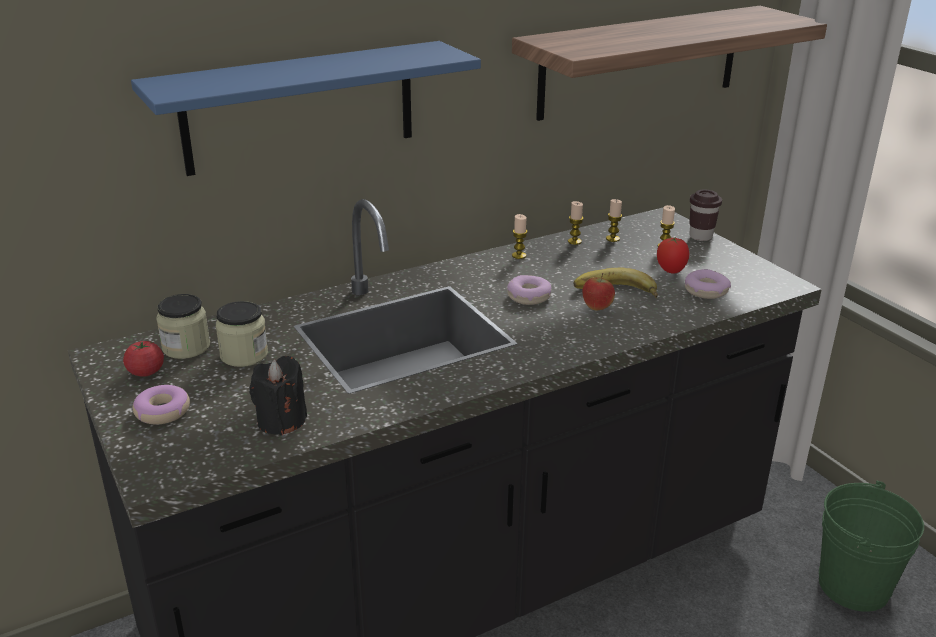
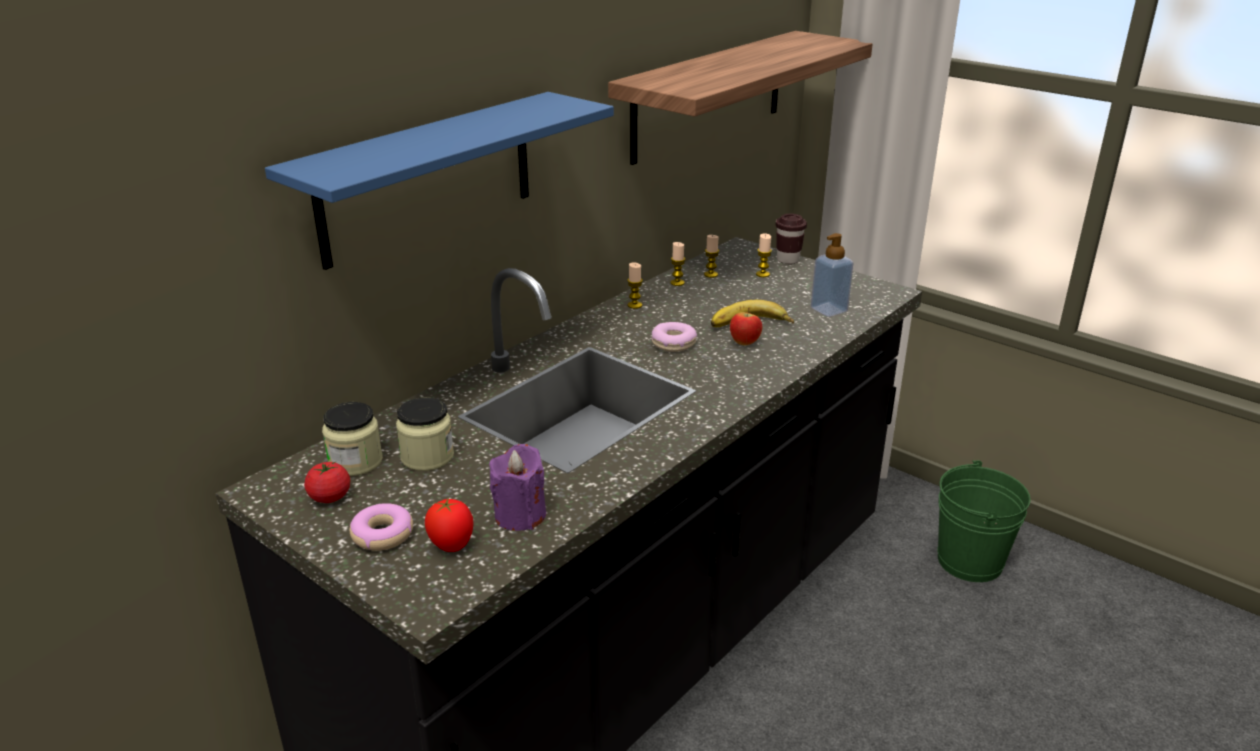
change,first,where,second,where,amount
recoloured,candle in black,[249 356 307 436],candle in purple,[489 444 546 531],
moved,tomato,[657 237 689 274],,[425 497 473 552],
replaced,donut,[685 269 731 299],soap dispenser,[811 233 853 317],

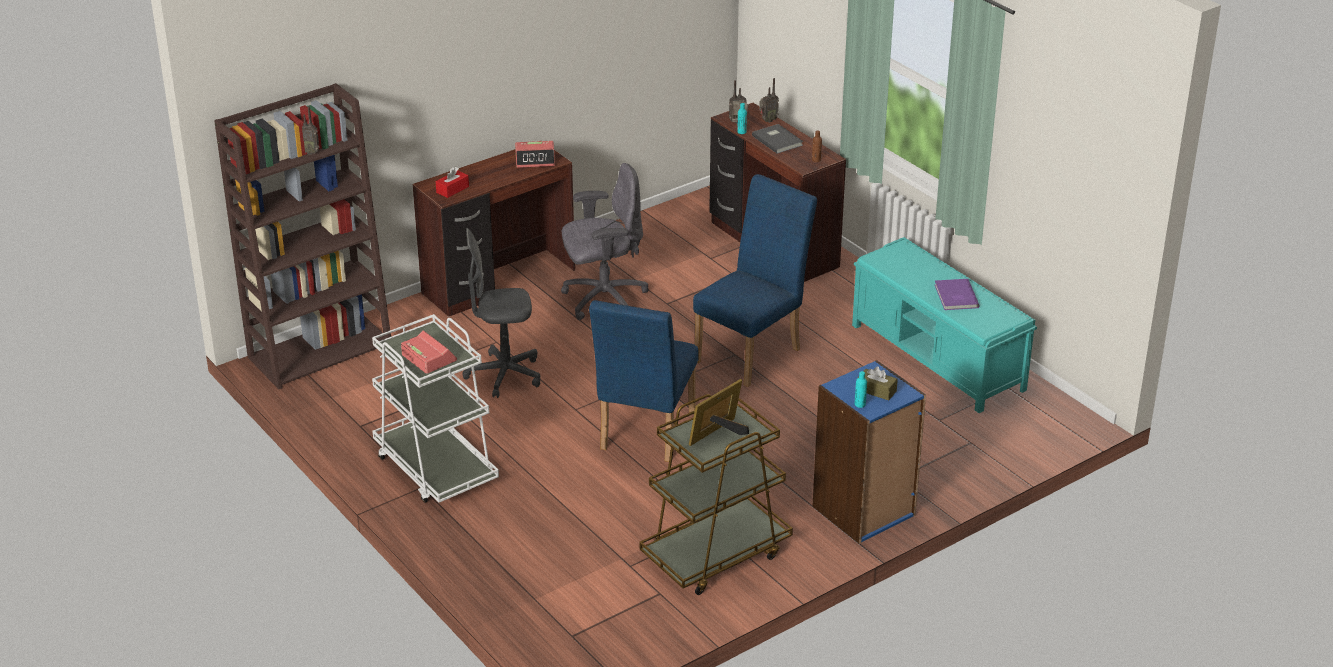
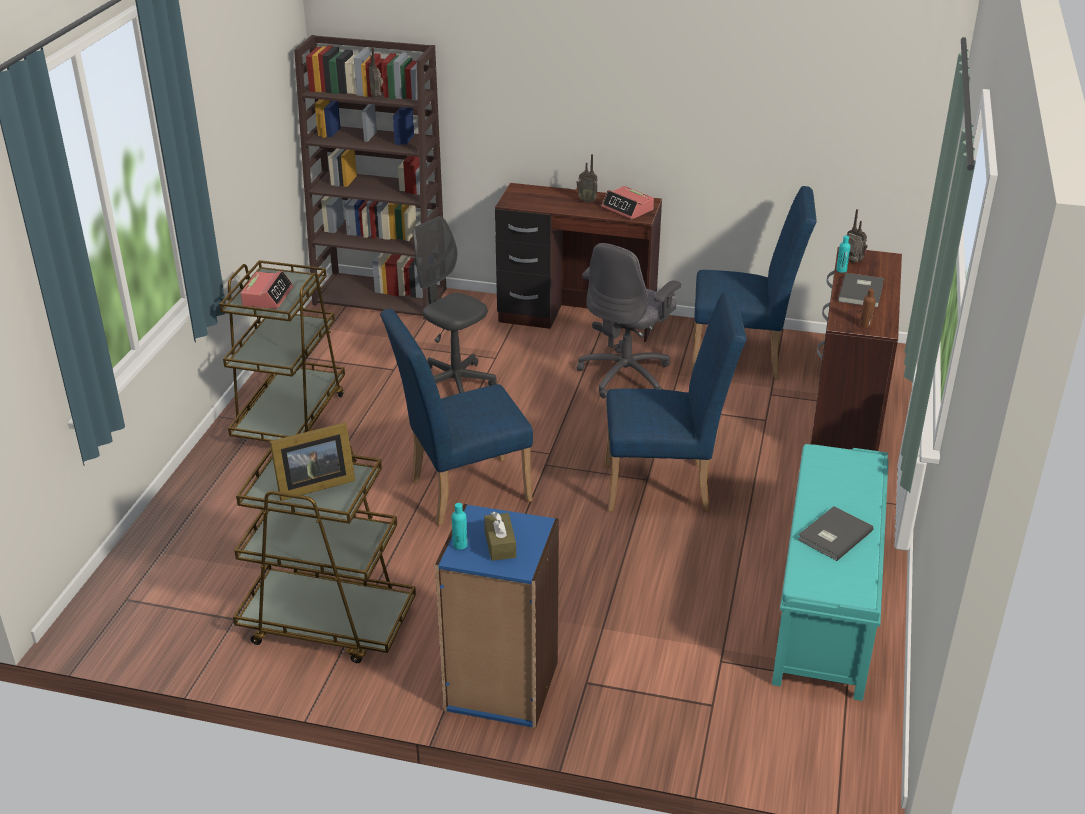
change,first,where,second,where,amount
recoloured,cart in white,[372 314 499 503],cart in brown,[219 260 345 442],
removed,tissue box in red,[436 167 469 198],,,
turned,office chair in grey,[561 163 649 320],,[577 243 681 398],90 degrees clockwise
turned,picture frame,[689 379 749 446],,[270 422 355 501],150 degrees clockwise
moved,radio,[759 78 779 123],,[576 154 598 203],
recoloured,book in purple,[934 279 979 310],book in grey,[798 506 873 561],
added,,,chair in blue,[691 186 817 380],

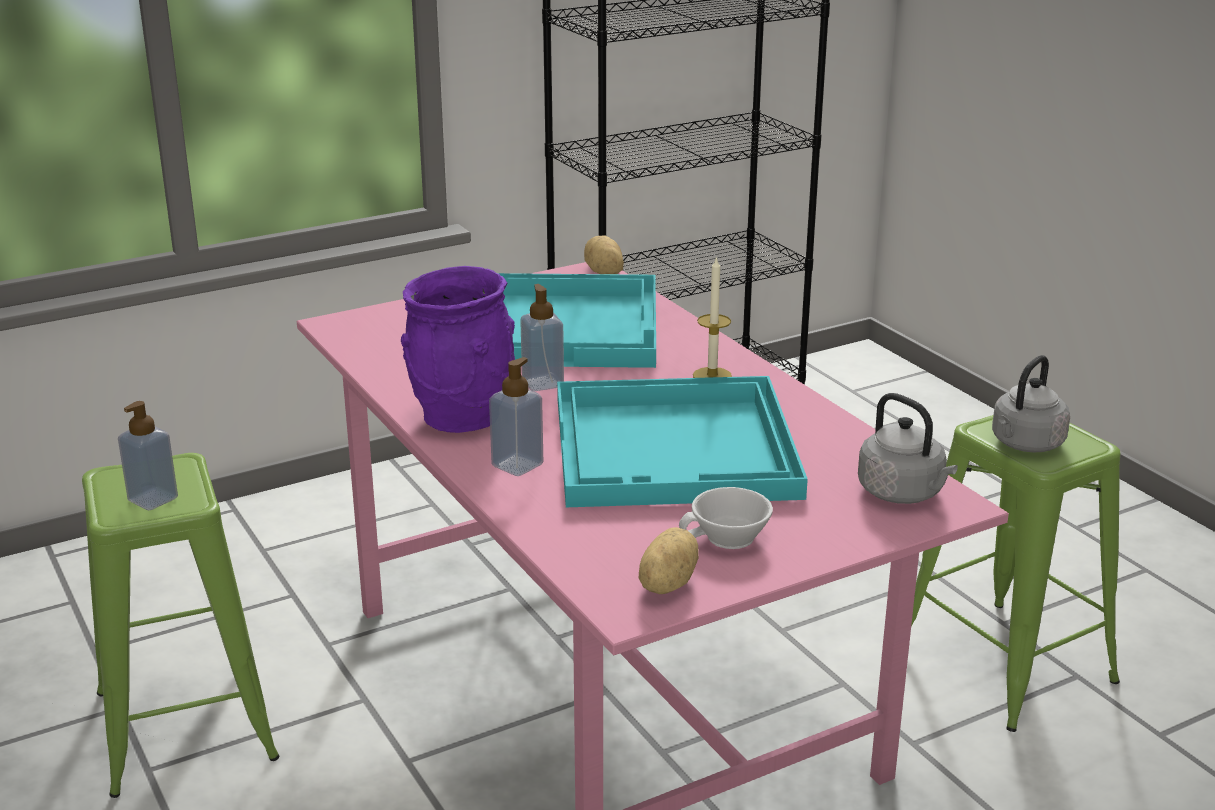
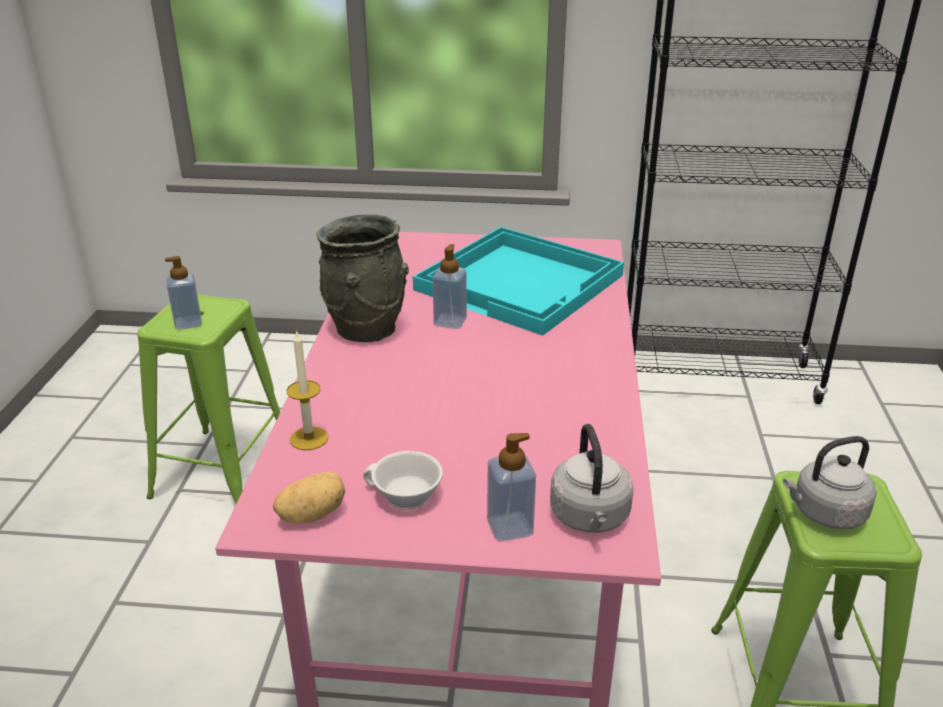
change,first,where,second,where,amount
recoloured,vase in purple,[401 266 515 433],vase in grey,[316 214 409 342],
moved,soap dispenser,[489 357 543 476],,[487 433 536 542],
removed,tray in turquoise,[557 376 808 507],,,
removed,potato,[584 235 624 274],,,
moved,candle,[693 256 732 378],,[287 330 329 450],

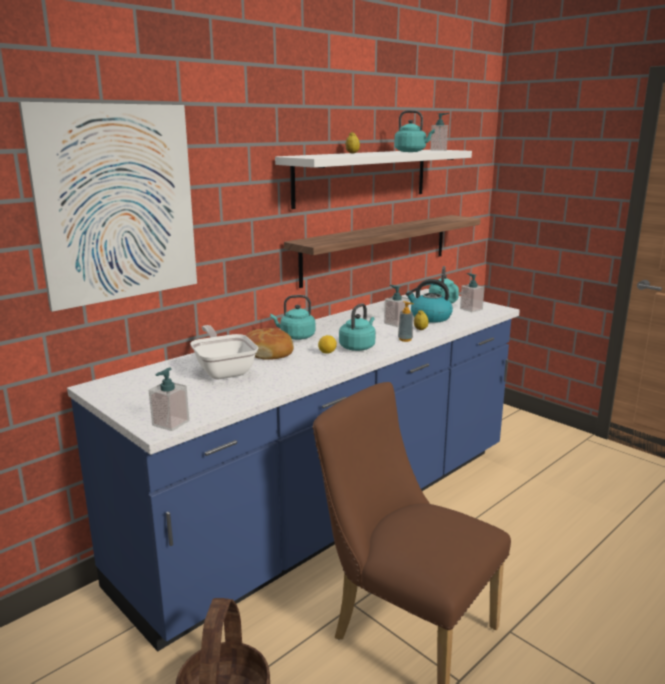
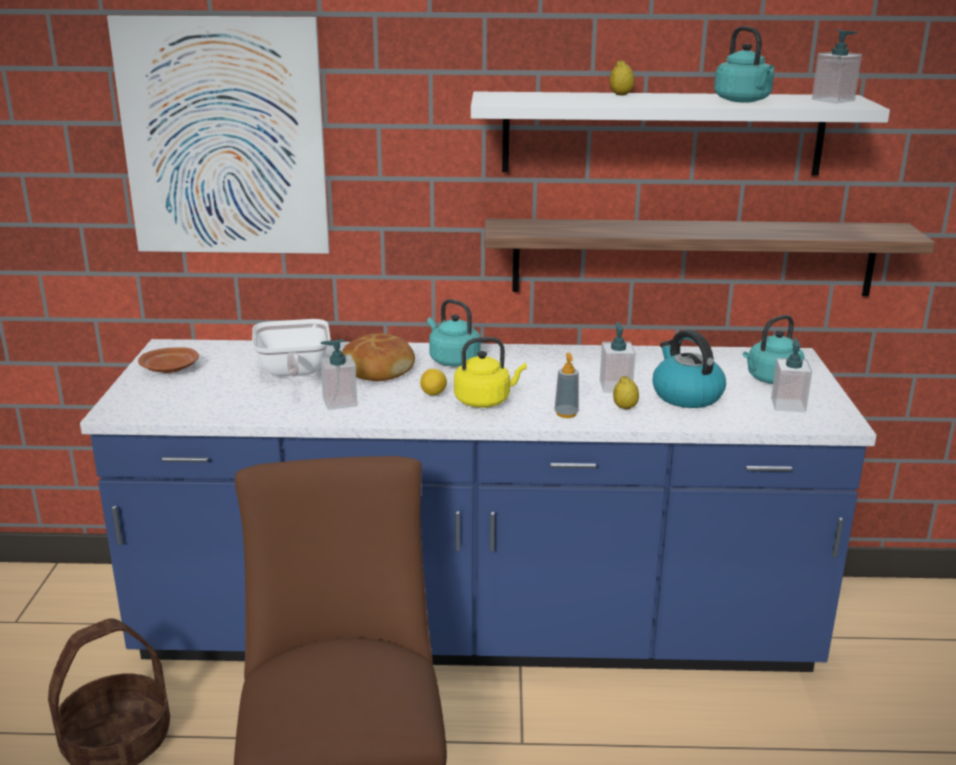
change,first,where,second,where,amount
moved,soap dispenser,[149 368 189 431],,[320 339 357 410],
turned,frying pan,[190 325 258 379],,[252 319 331 377],150 degrees clockwise
recoloured,kettle in turquoise,[339 303 376 351],kettle in yellow,[454 337 527 408],
added,,,plate in brown,[138 347 199 373],

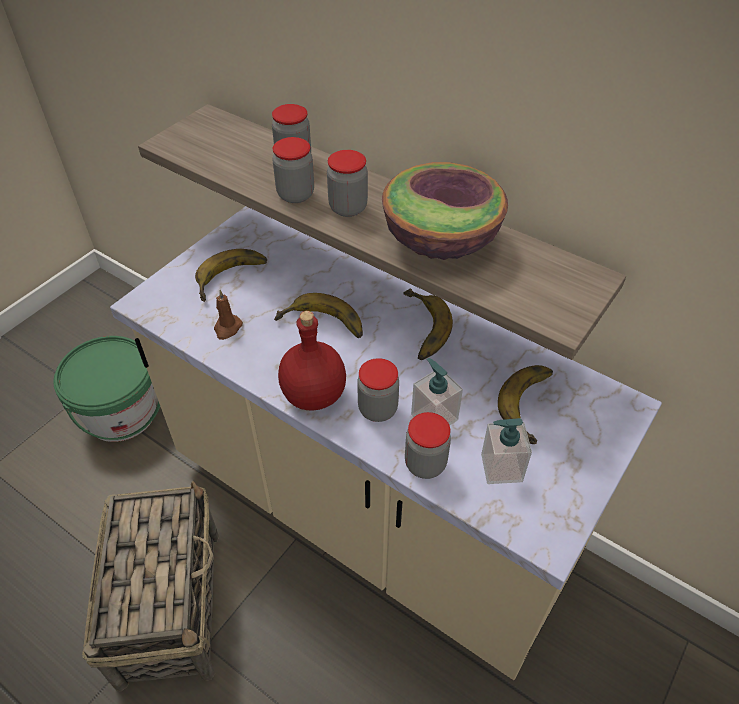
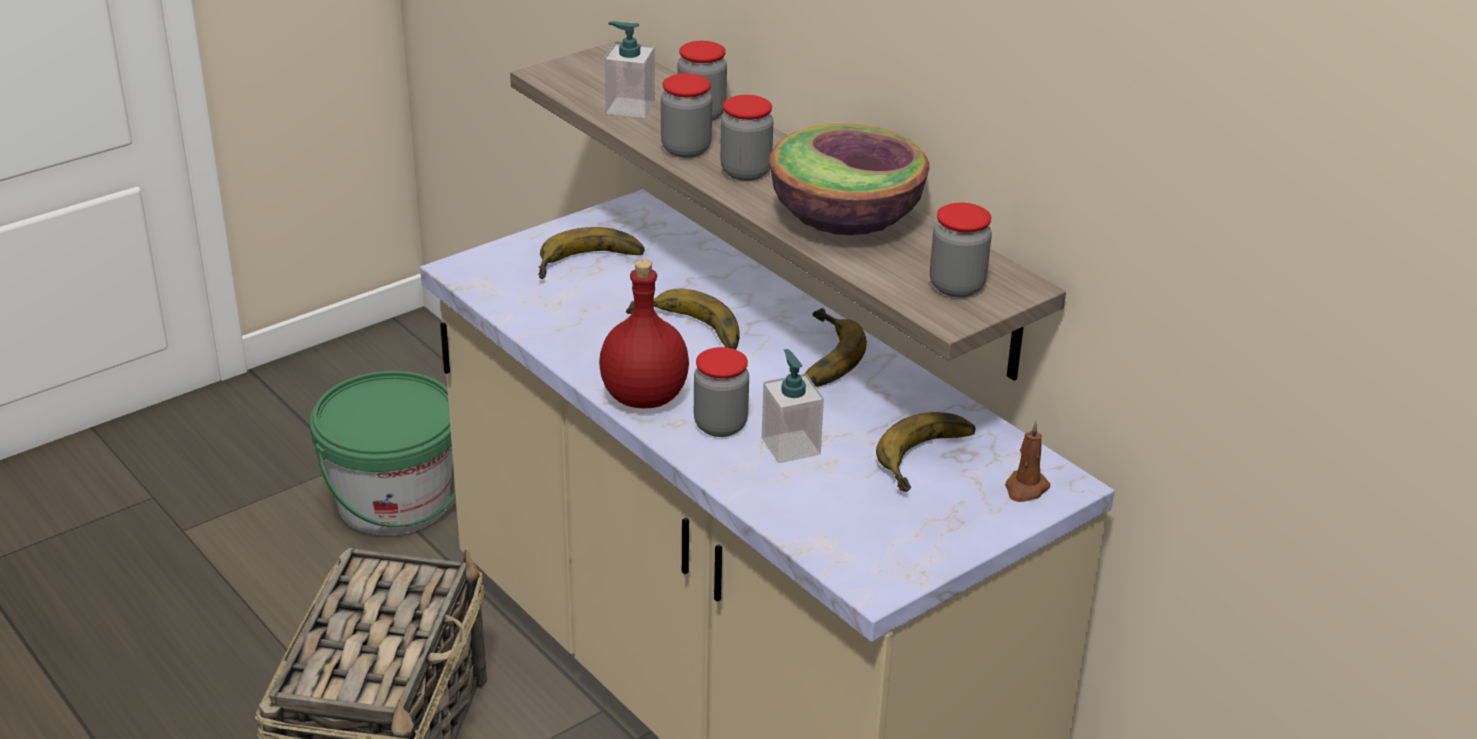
change,first,where,second,where,amount
moved,candle in brown,[214 290 243 340],,[1005 420 1050 502],
moved,jar,[405 412 451 479],,[930 203 992 297],
moved,soap dispenser,[481 418 532 484],,[605 21 655 118],

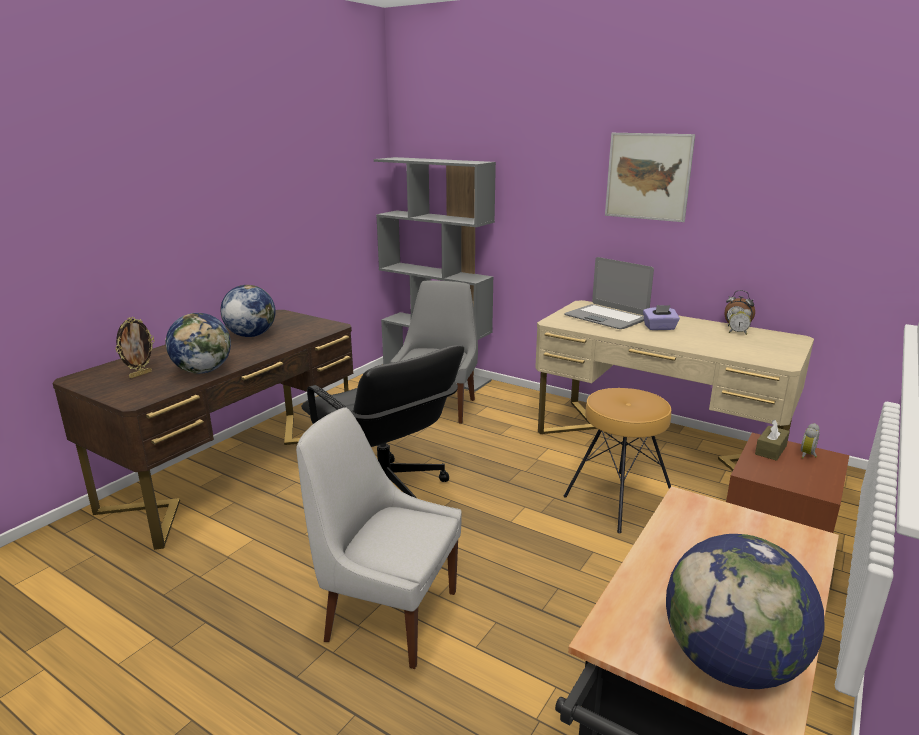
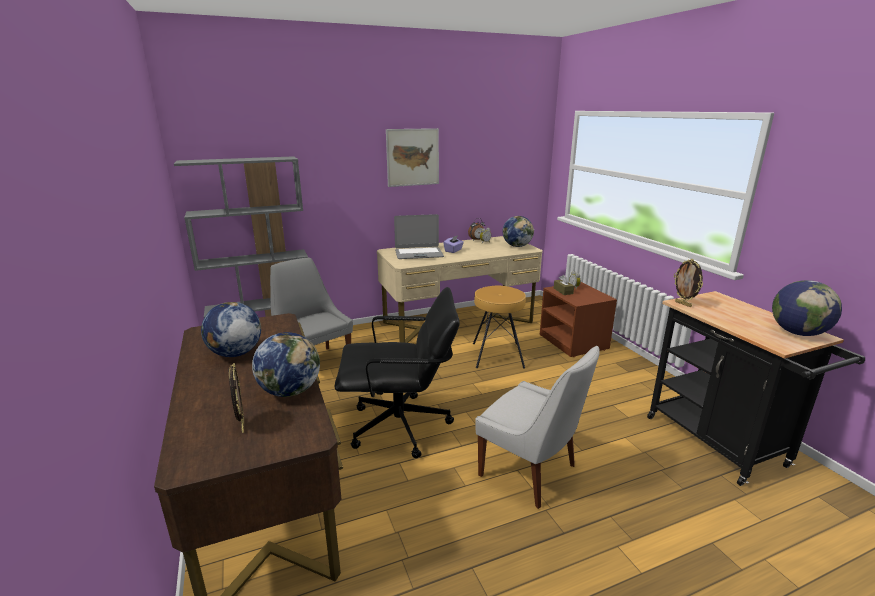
change,first,where,second,where,amount
turned,chair in white,[296 407 462 669],,[475 346 600 509],105 degrees counterclockwise
added,,,globe,[503 216 534 247],
added,,,picture frame,[674 259 703 307],

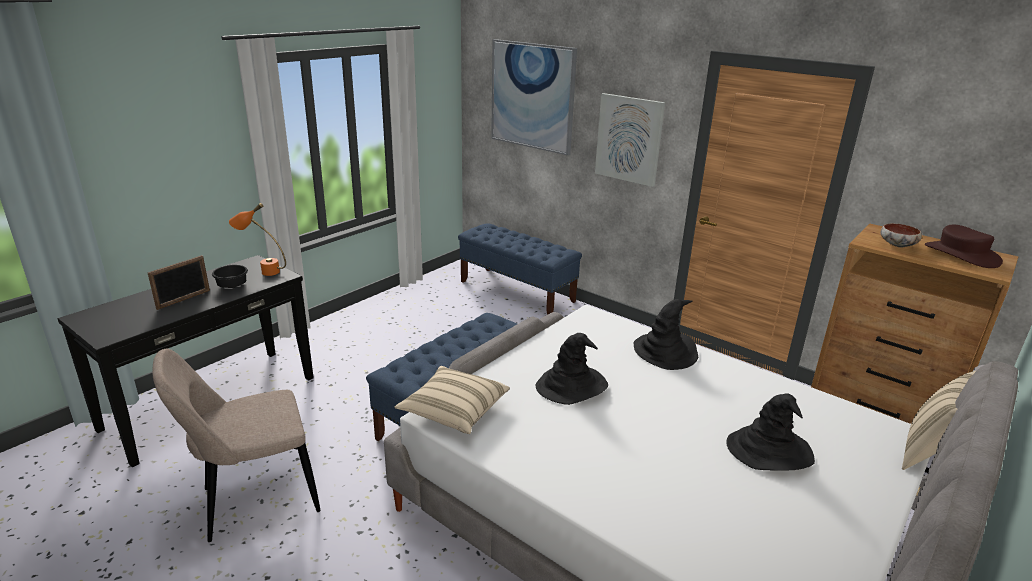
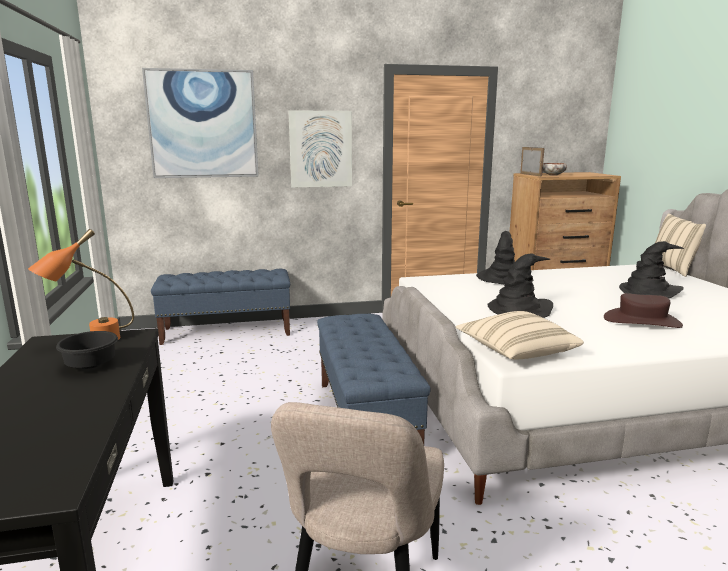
change,first,where,second,where,amount
moved,picture frame,[148 255 210 310],,[520 147 544 176],
moved,hat in brown,[925 225 1003 268],,[604 293 683 328],

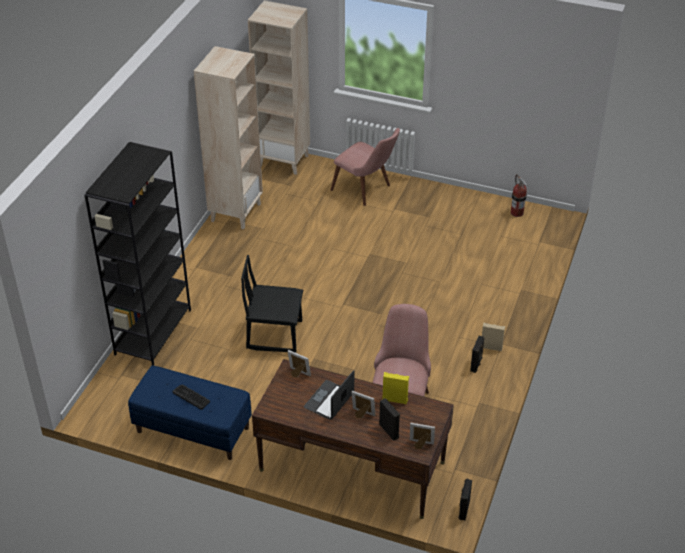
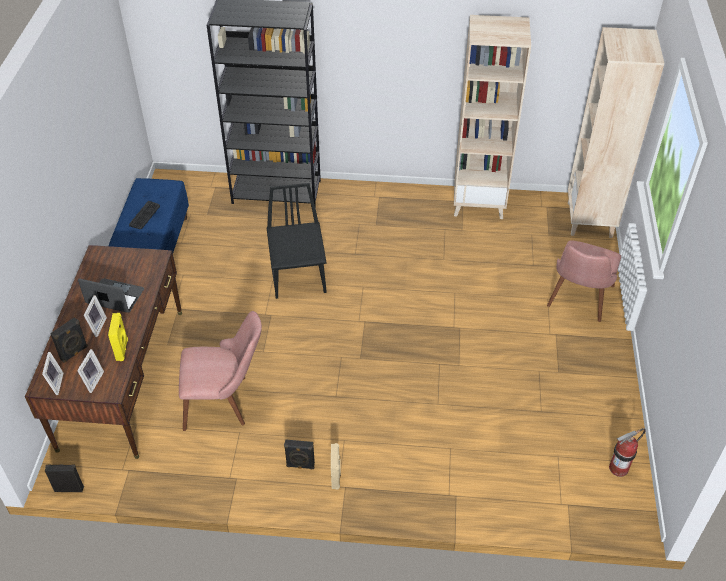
change,first,where,second,where,amount
moved,picture frame,[288 350 311 378],,[77 349 104 393],

